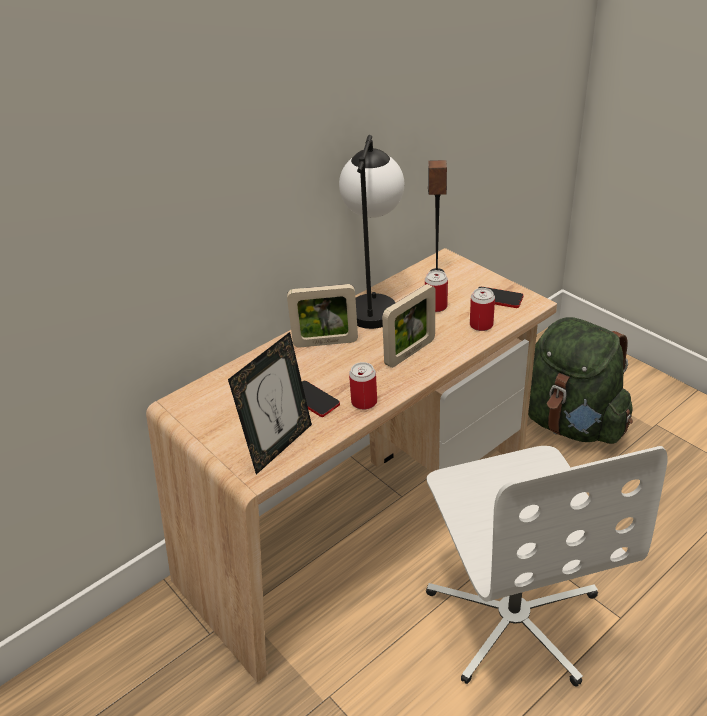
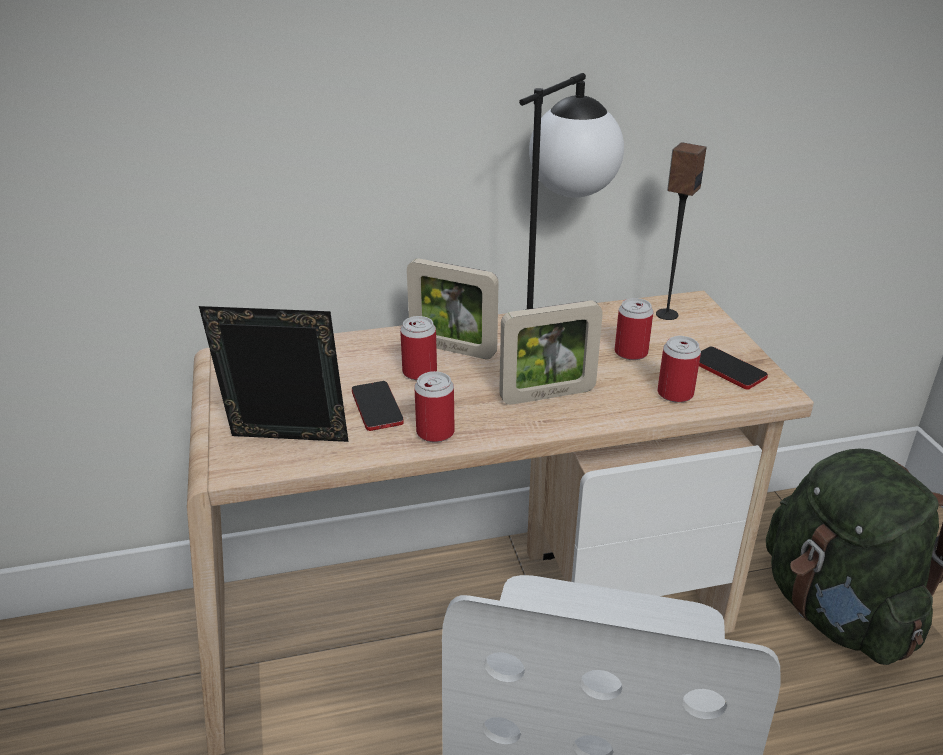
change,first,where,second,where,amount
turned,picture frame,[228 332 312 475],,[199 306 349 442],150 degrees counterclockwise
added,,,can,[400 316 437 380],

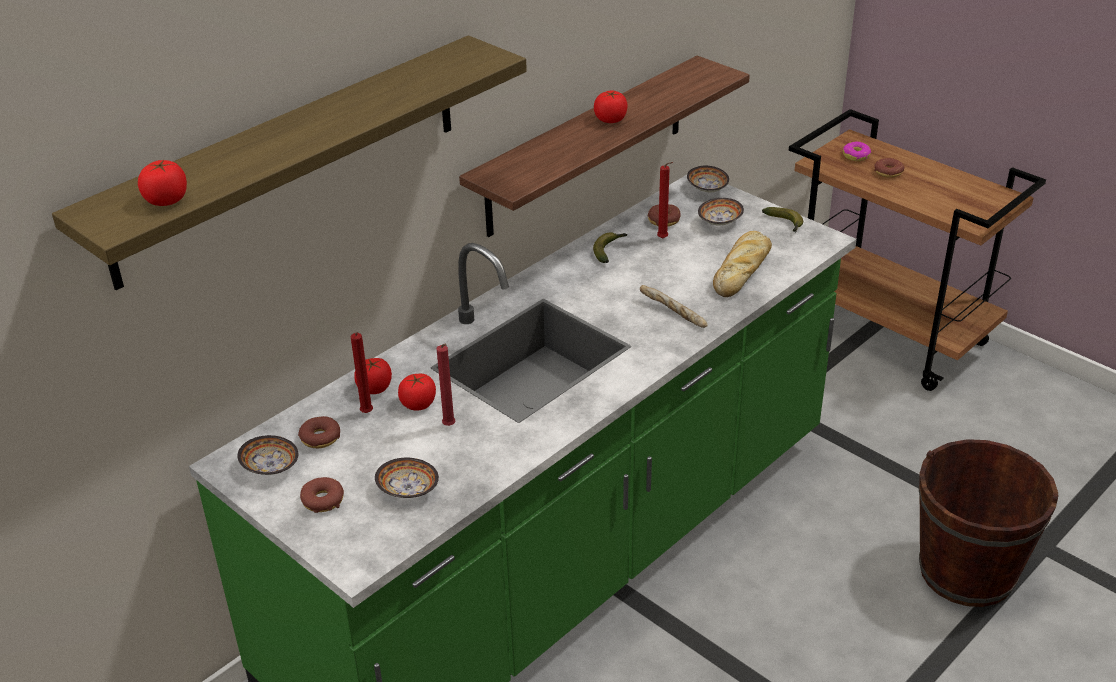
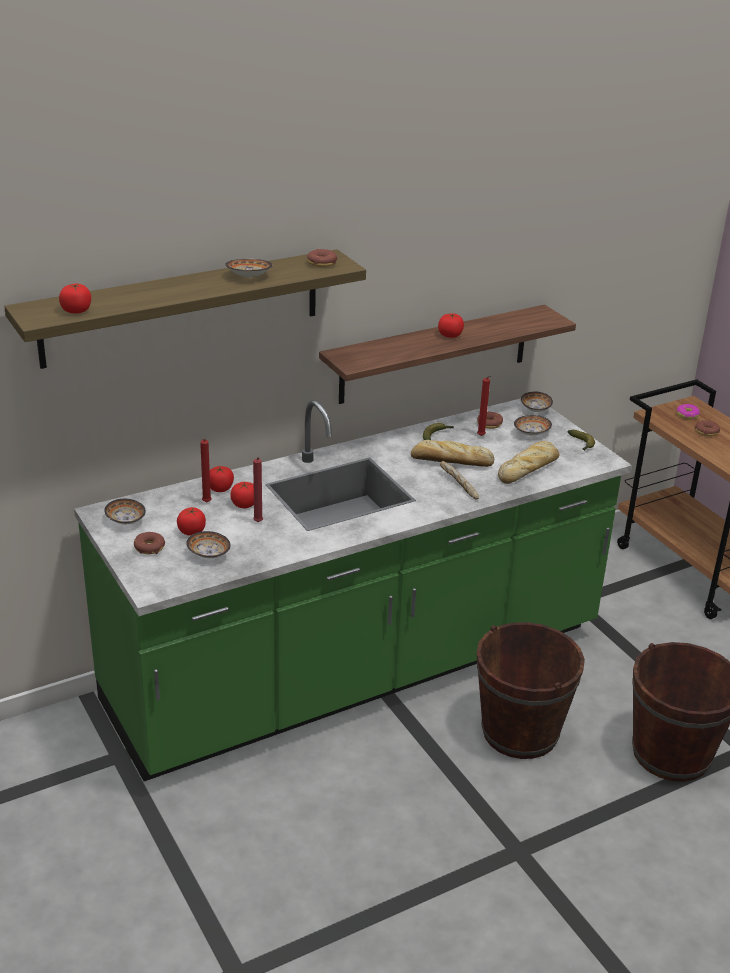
change,first,where,second,where,amount
moved,donut,[298 416 340 448],,[307 249 337 267],
added,,,tomato,[177 507 206 536],
added,,,bowl,[225 259 273 278],
added,,,bread,[411 440 494 467],
added,,,bucket in brown,[476 622 585 759],

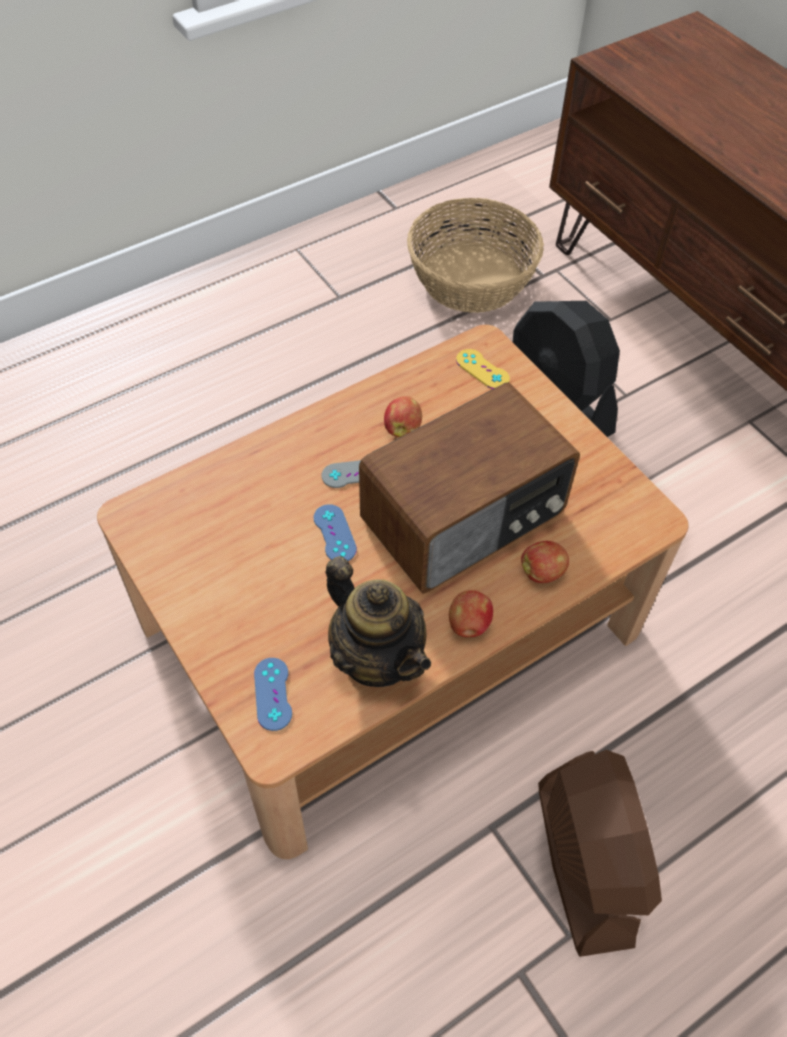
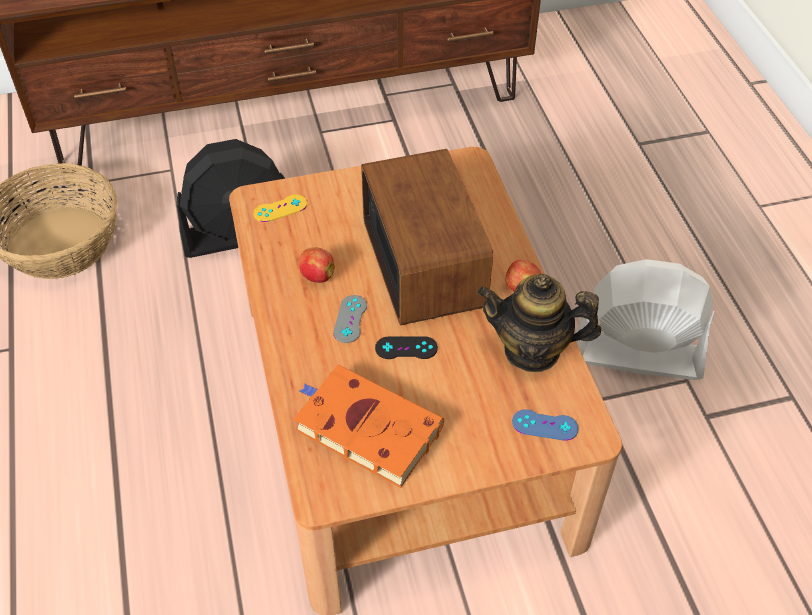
change,first,where,second,where,amount
recoloured,game controller in blue,[313 504 357 561],game controller in black,[375 336 438 359],
turned,teapot,[325 556 431 687],,[477 274 601 372],150 degrees counterclockwise
removed,apple,[521 541 569 583],,,
recoloured,fan in brown,[538 750 662 957],fan in white,[576 259 715 380],
added,,,book in orange,[294 365 444 488],

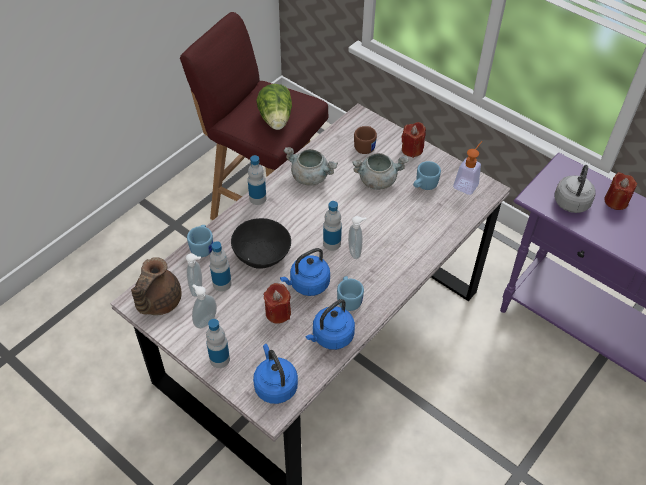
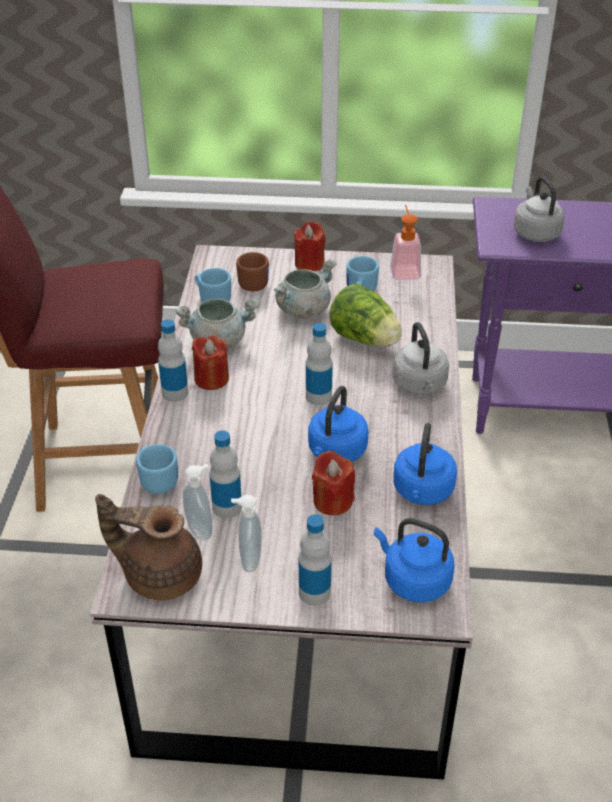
change,first,where,second,where,amount
turned,teapot in brown,[131 257 182 315],,[95 494 202 601],120 degrees clockwise
removed,bowl in black,[231 218 291 269],,,
moved,lettuce,[256 84 292 130],,[330 283 402 346],
moved,mug in blue,[337 276 364 311],,[195 268 231 303],
removed,soap dispenser,[348 216 366 259],,,
moved,candle in red,[604 172 637 210],,[192 336 229 390],
added,,,kettle in grey,[392 322 449 395],

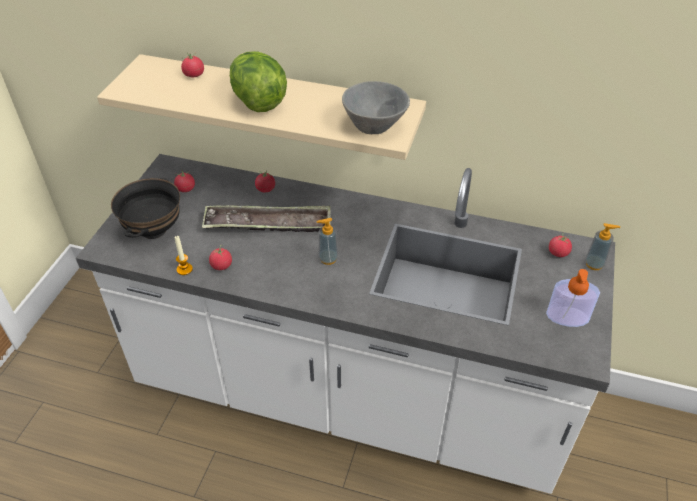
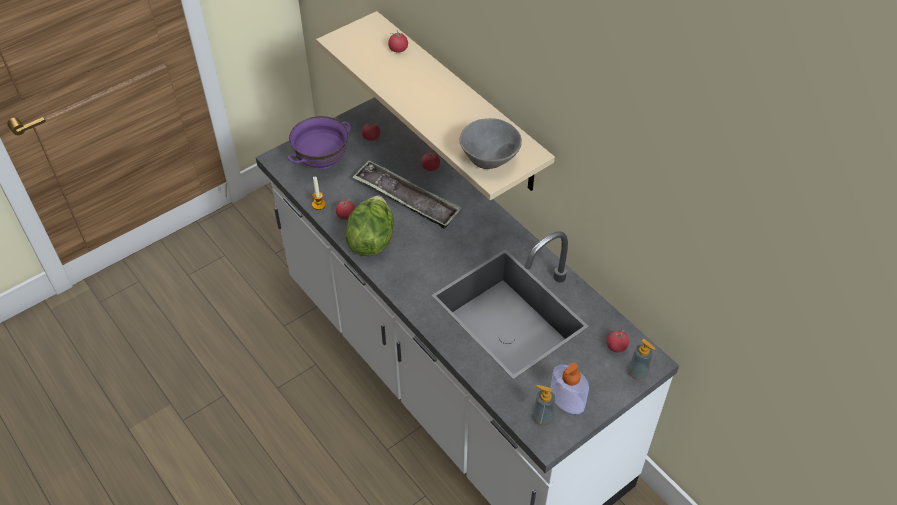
change,first,where,second,where,amount
recoloured,bowl in black,[111 178 180 239],bowl in purple,[287 116 351 170],
moved,lettuce,[230 51 287 112],,[345 195 394 256],
moved,soap dispenser,[316 218 339 265],,[532 385 555 426],

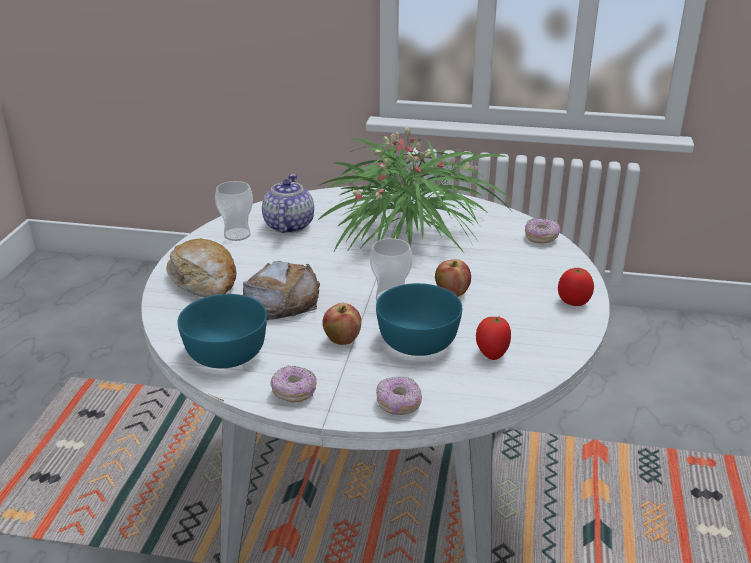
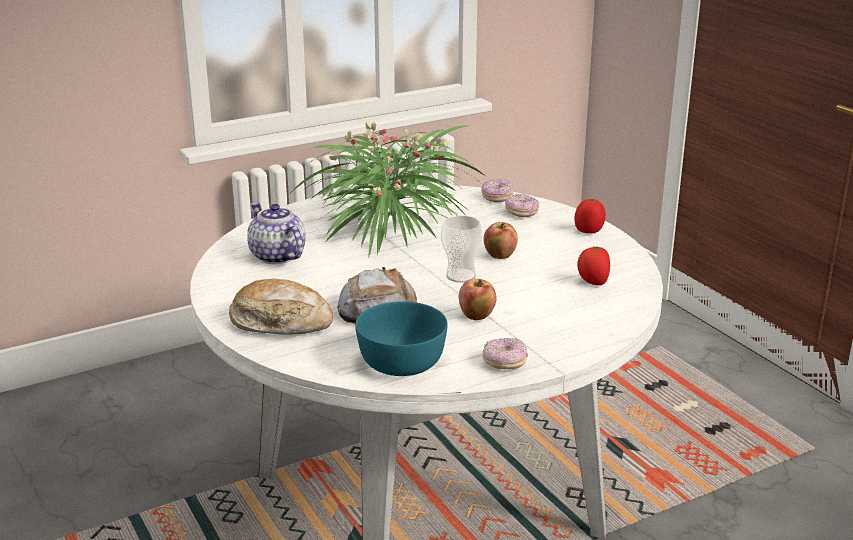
change,first,where,second,where,amount
removed,cup,[215 181 253 241],,,
removed,bowl in turquoise,[376 283 462 356],,,
moved,donut,[376 376 422 415],,[505 194 539 217],

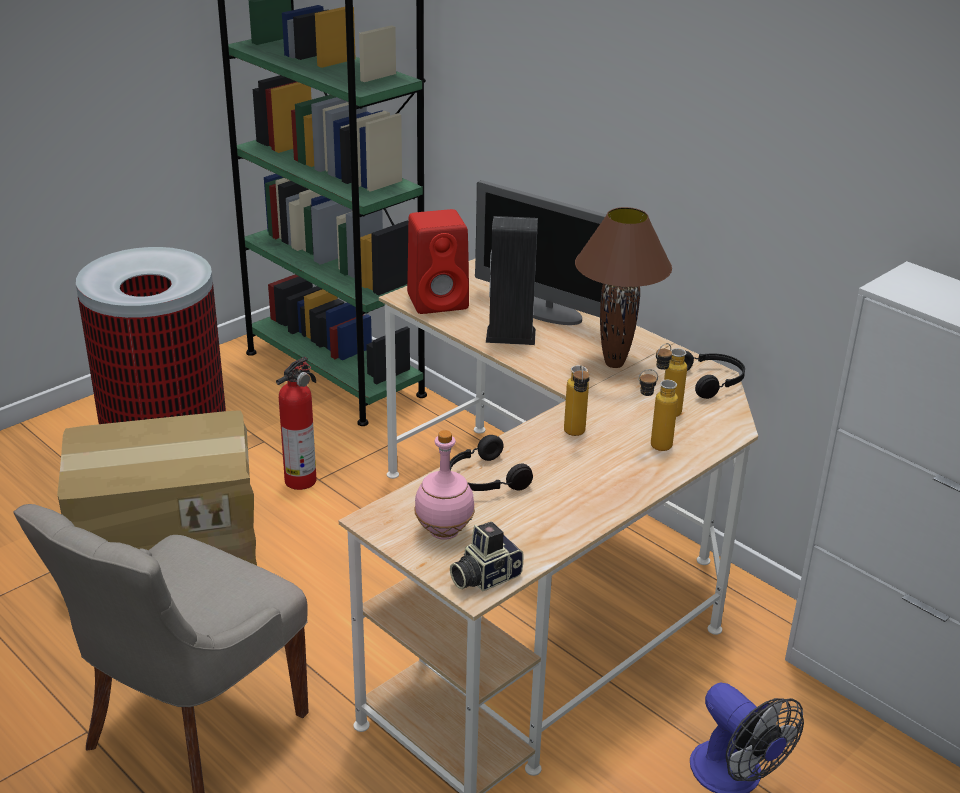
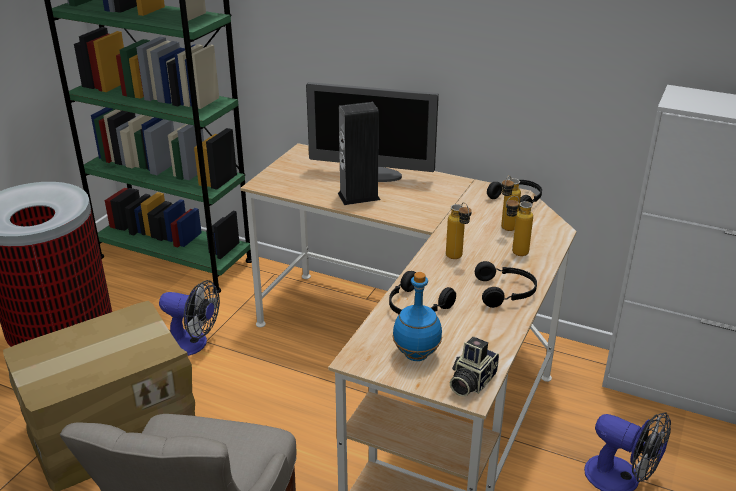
change,first,where,second,where,amount
replaced,fire extinguisher,[276 357 317 490],fan,[159 280 220 356],
removed,speaker in red,[407 209 469 314],,,
recoloured,bottle in pink,[414 430 475 540],bottle in blue,[392 272 442 361],
removed,table lamp in brown,[575 207 672 368],,,
added,,,headphones in black,[475 261 537 308],

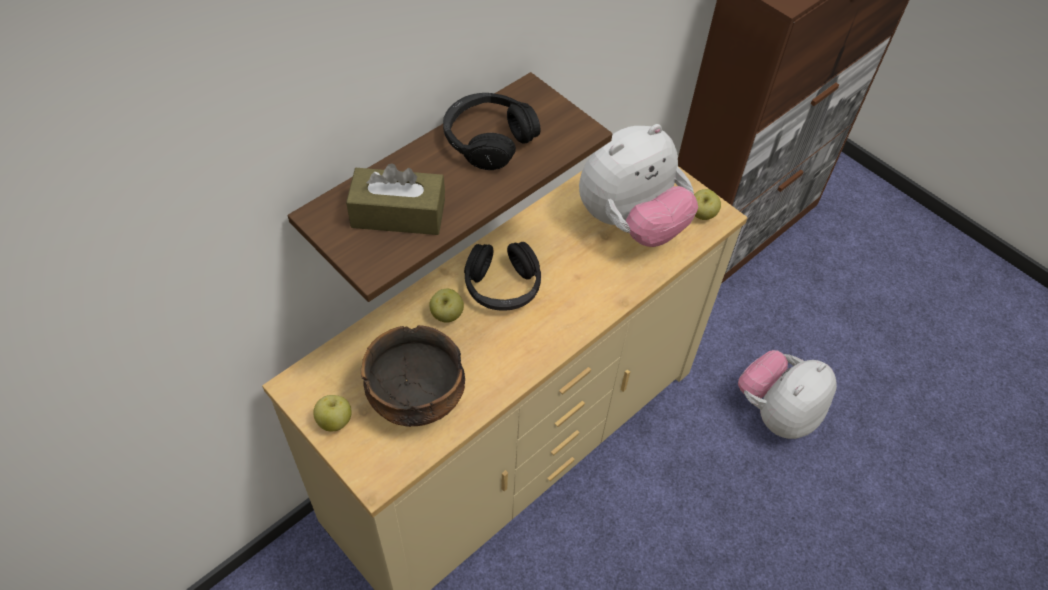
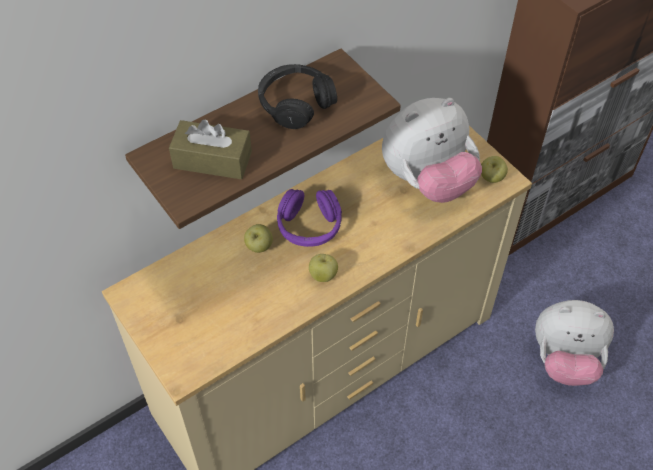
change,first,where,second,where,amount
moved,apple,[313 395 352 432],,[309 254 338 282],
removed,bowl,[361 325 465 427],,,
recoloured,headphones in black,[464 242 541 311],headphones in purple,[277 189 342 247],
turned,plush toy,[738 350 837 439],,[535 300 614 386],135 degrees counterclockwise

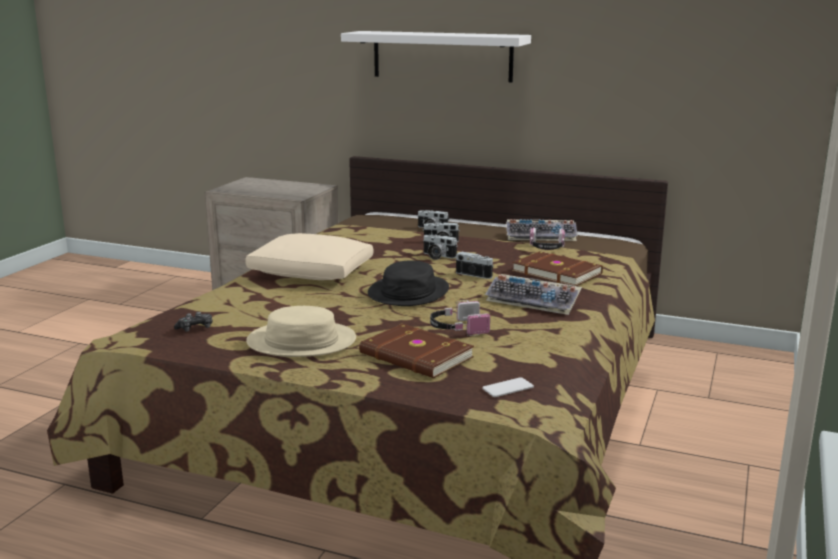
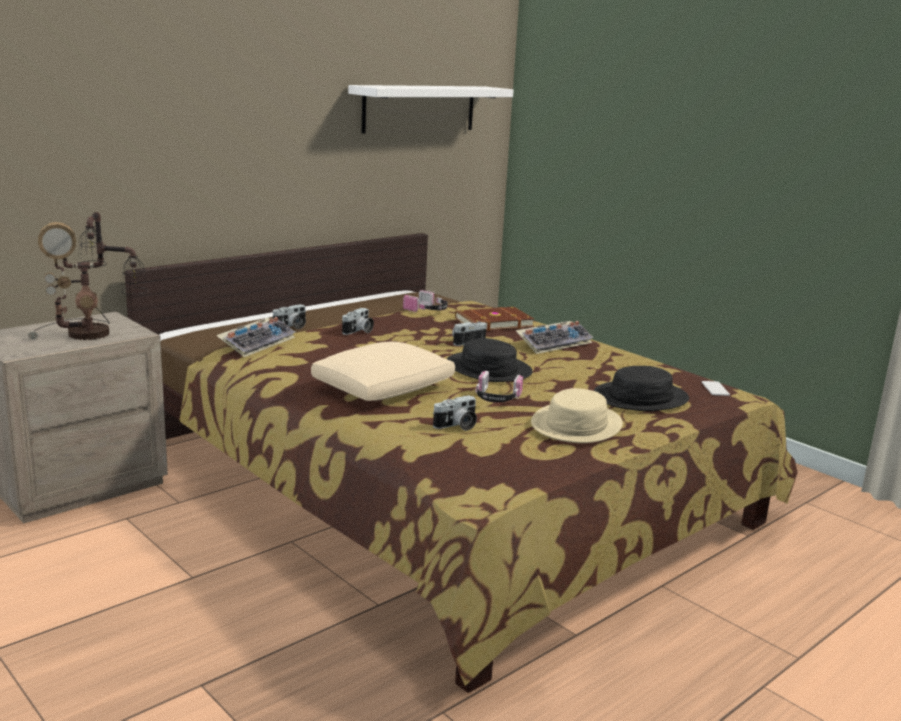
change,first,where,second,where,amount
removed,game controller,[174 312 212 332],,,
moved,shelf in white,[341 31 531 82],,[348 85 513 133],
replaced,book in brown,[359 324 474 378],hat in black,[594 366 689 411],
moved,photo camera,[424 235 457 260],,[433 395 477 431],
moved,headphones,[430 300 490 336],,[475 370 523 403],
moved,keyboard,[506 219 578 241],,[216 317 295 357],
added,,,table lamp,[28 212 149 340],

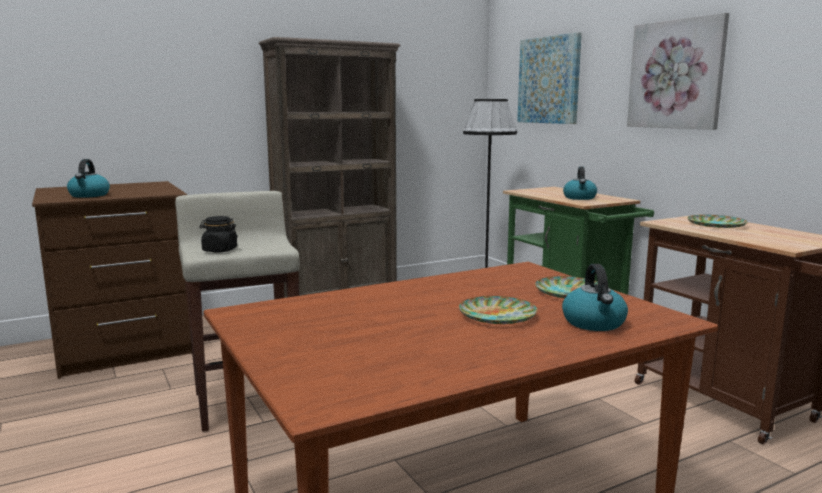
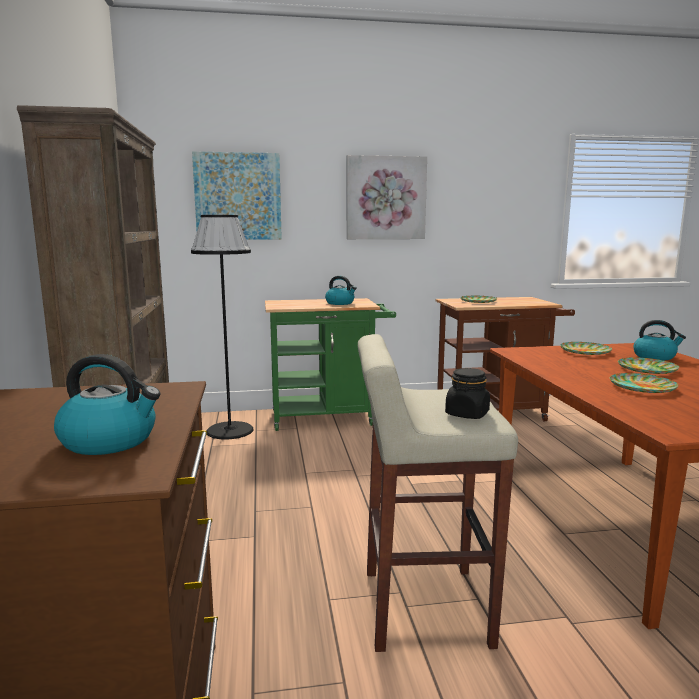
change,first,where,second,where,amount
added,,,plate,[610 373 678 393],

